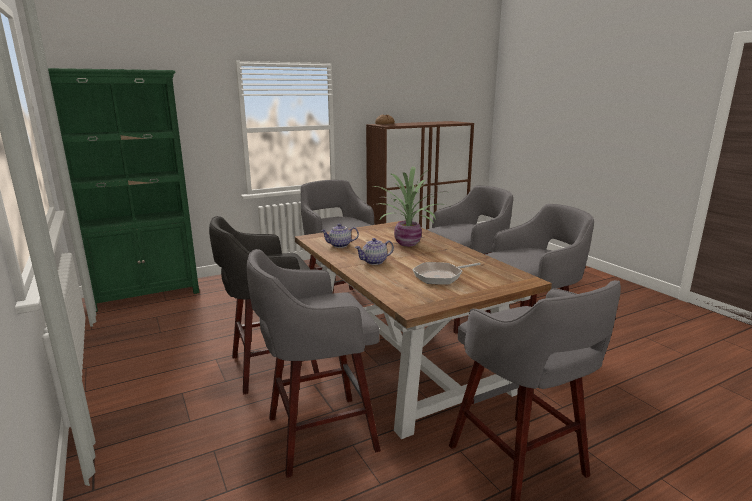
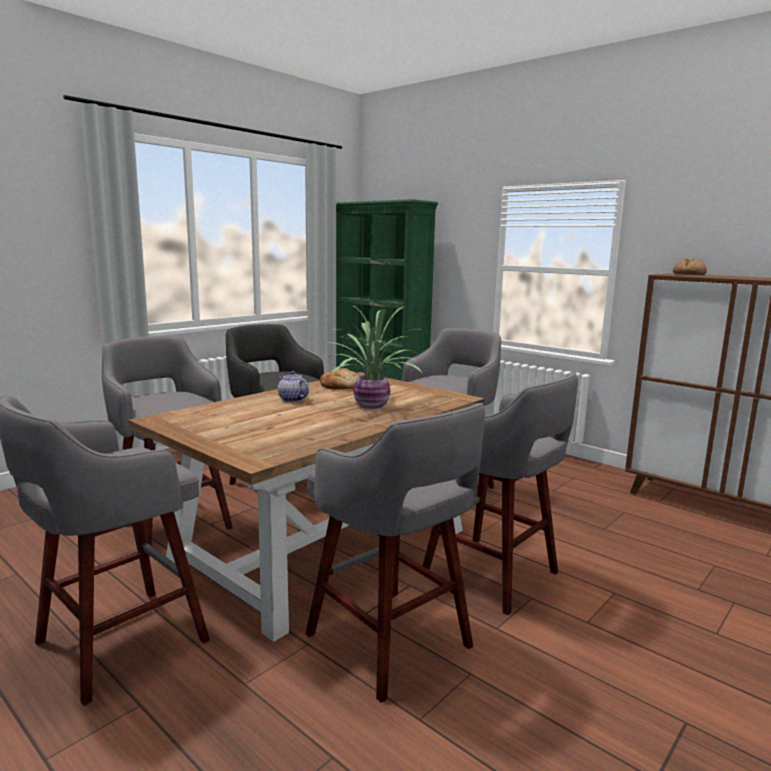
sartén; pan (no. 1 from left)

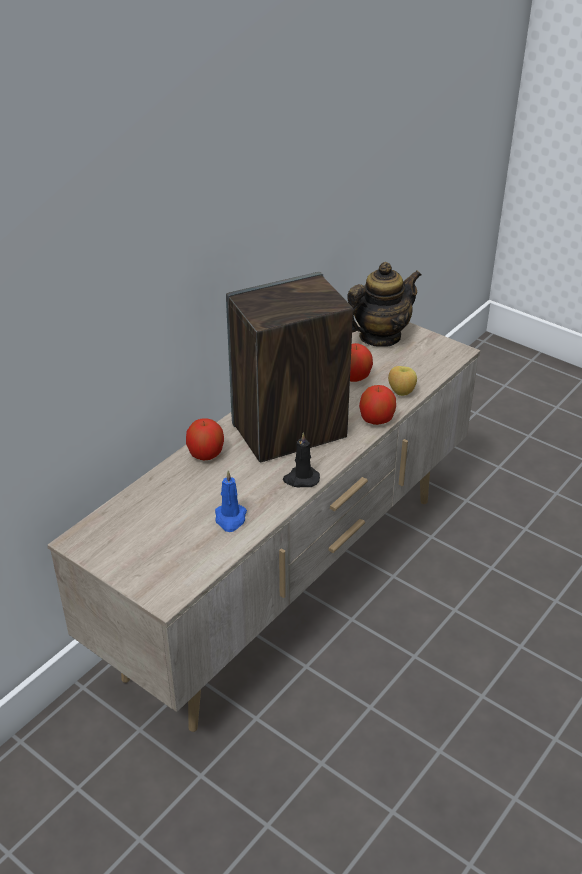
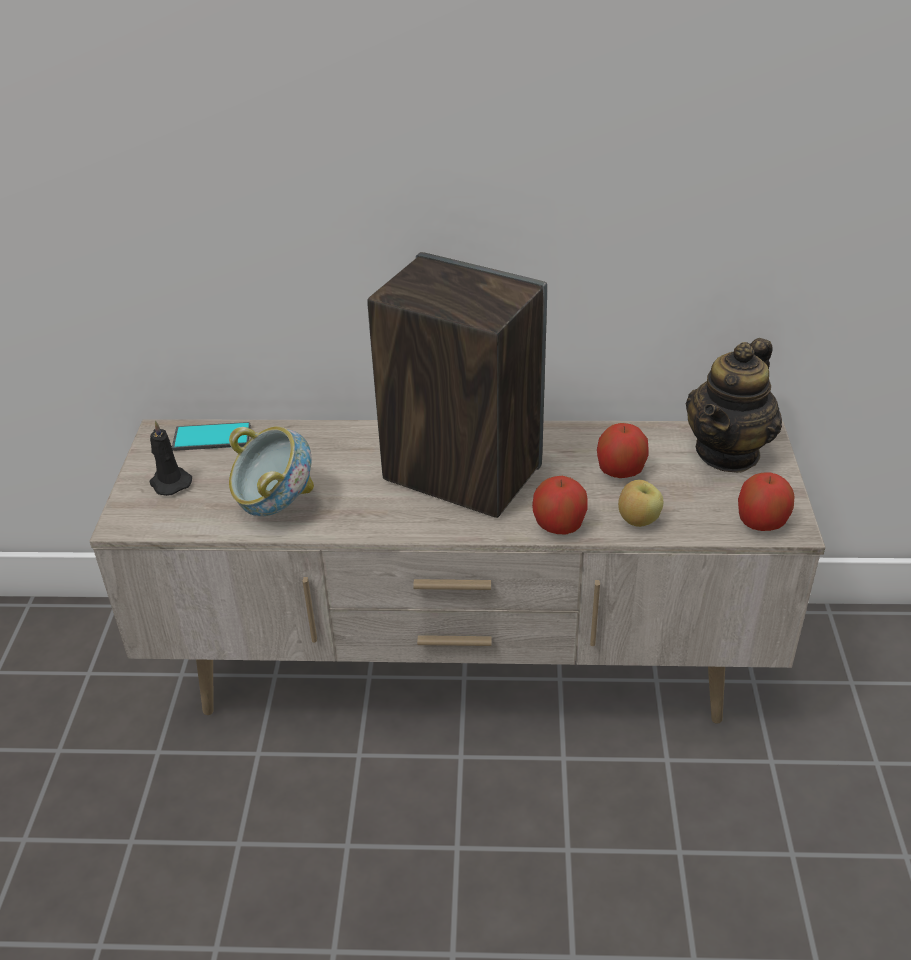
móvil; manzana (no. 4 from left); vela/negro; cuenco; tetera

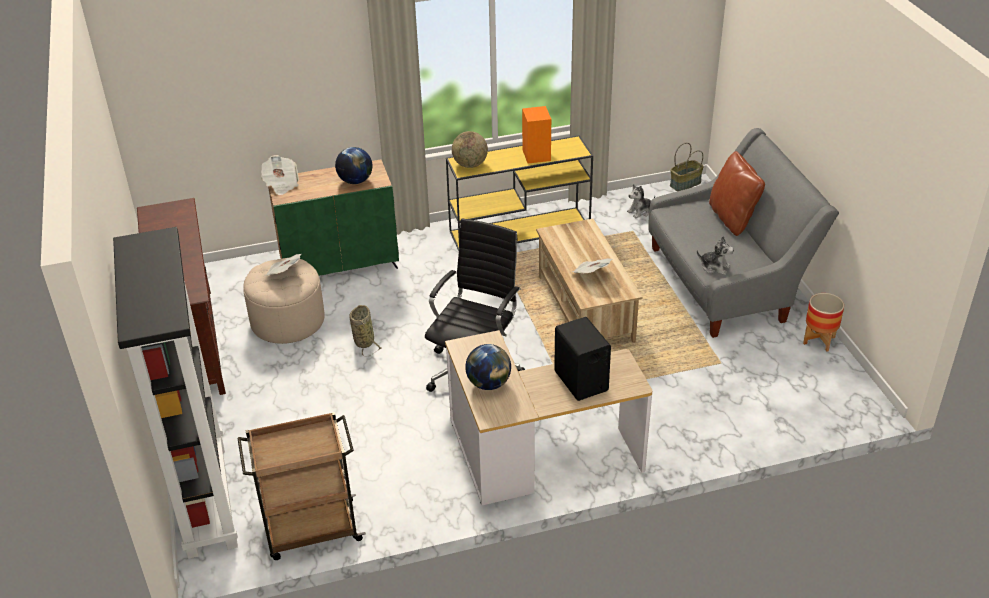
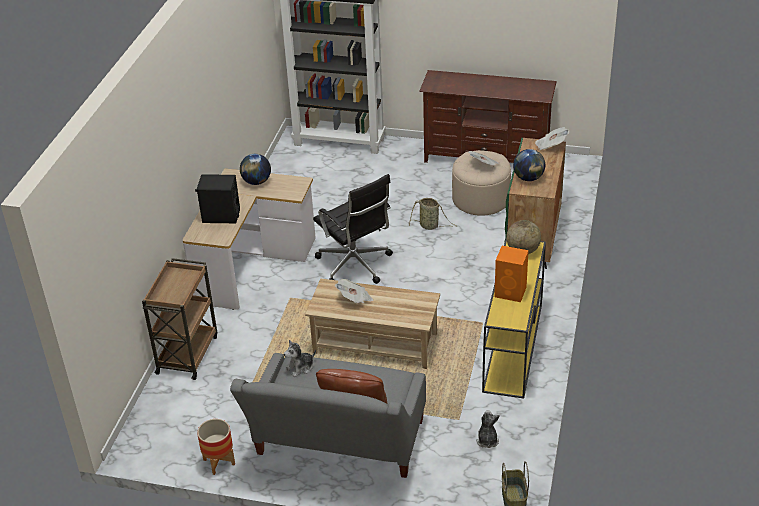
carrito/marrón

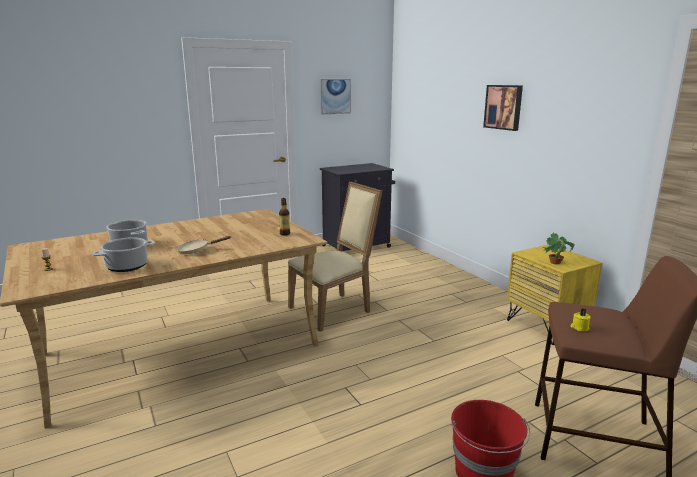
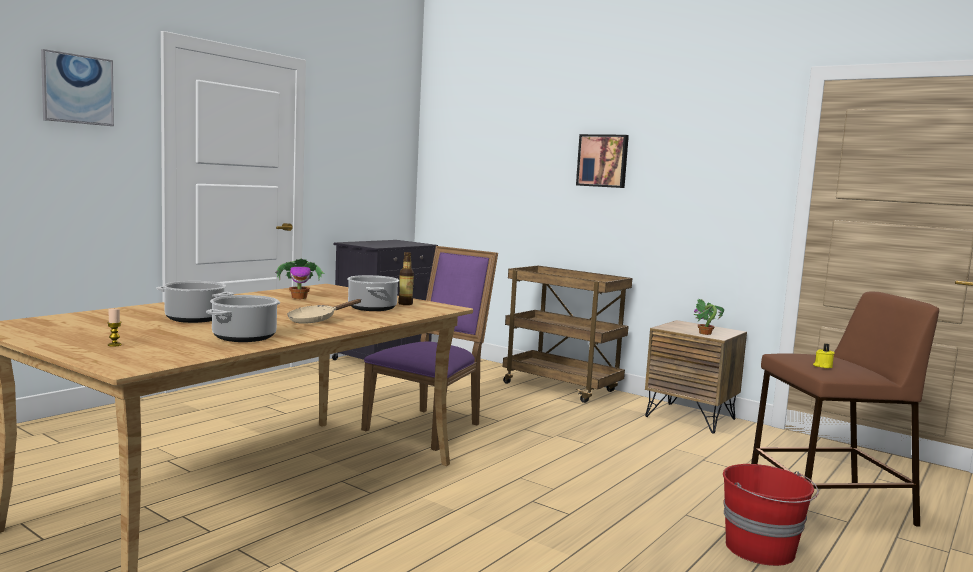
planta en maceta (no. 1 from left); olla (no. 3 from left); carrito/marrón; cuadro (no. 1 from left); silla/morado; mesita de noche/marrón

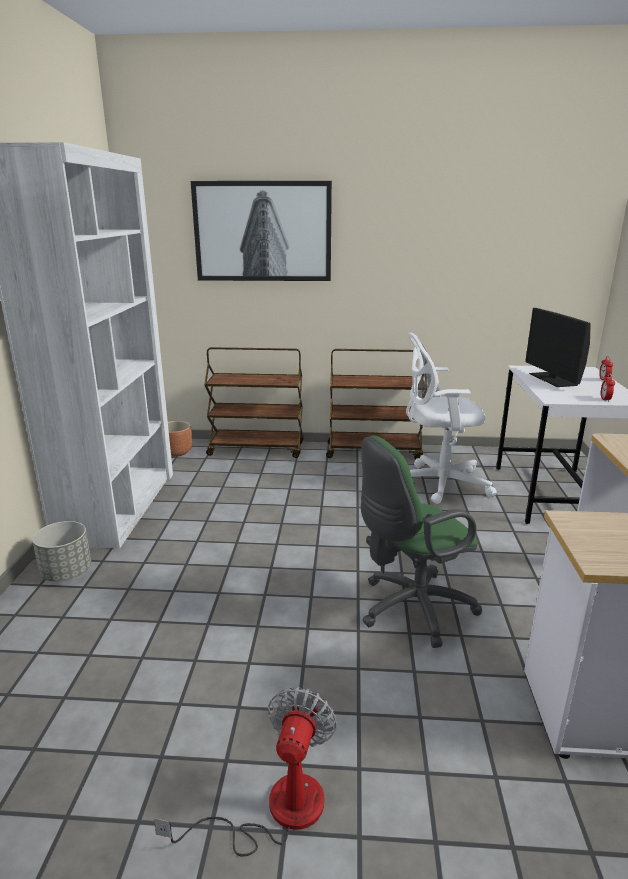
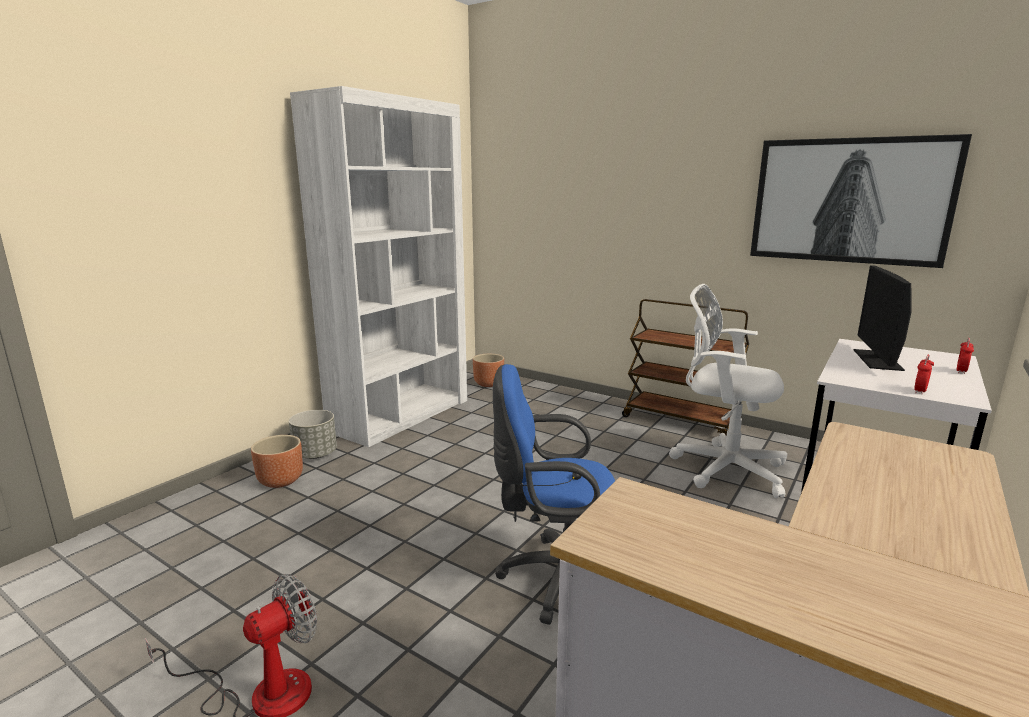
carrito/marrón (no. 1 from left in the first image); maceta/marrón (no. 1 from left); cuadro; silla de oficina/azul

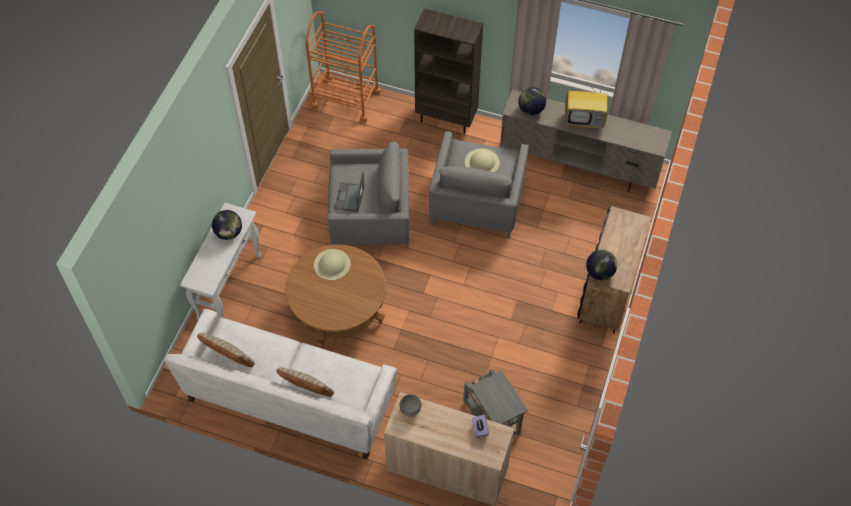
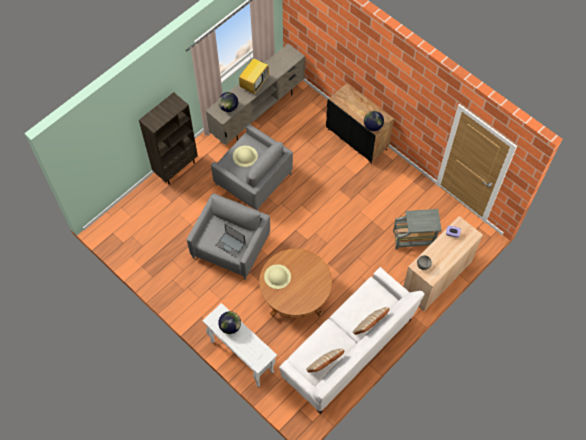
carrito/naranja

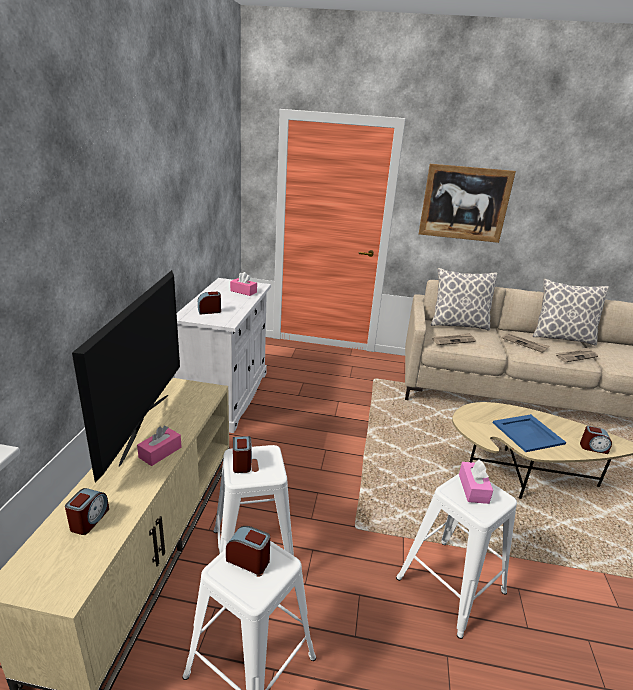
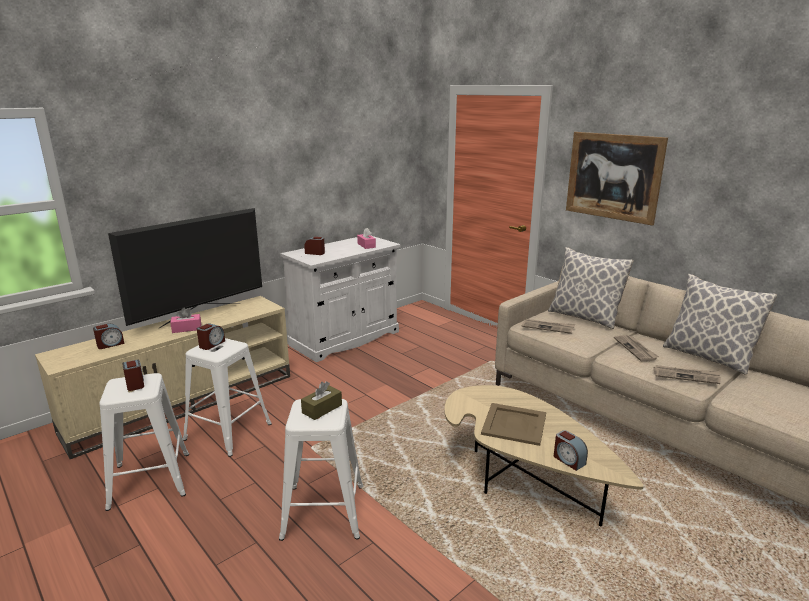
caja de pañuelos/marrón; bandeja/beis

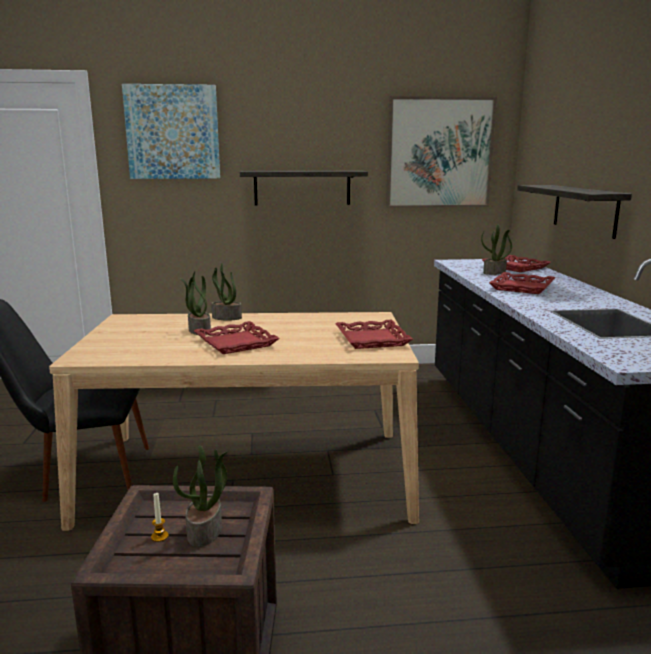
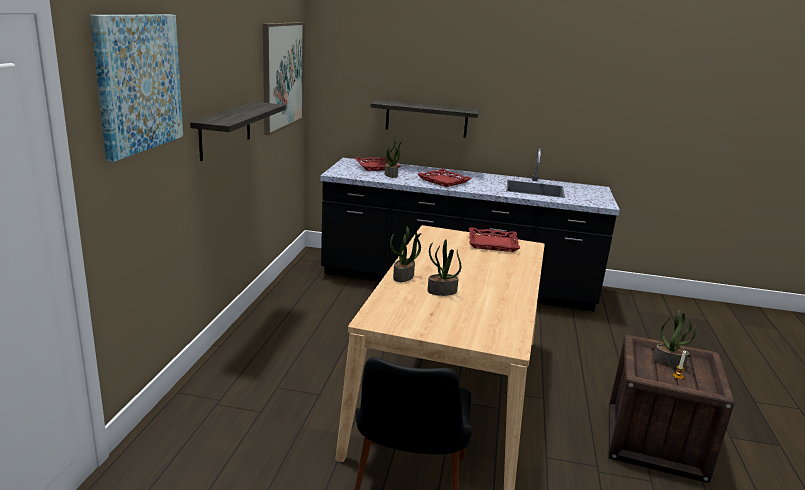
bandeja/rojo (no. 1 from left in the first image)

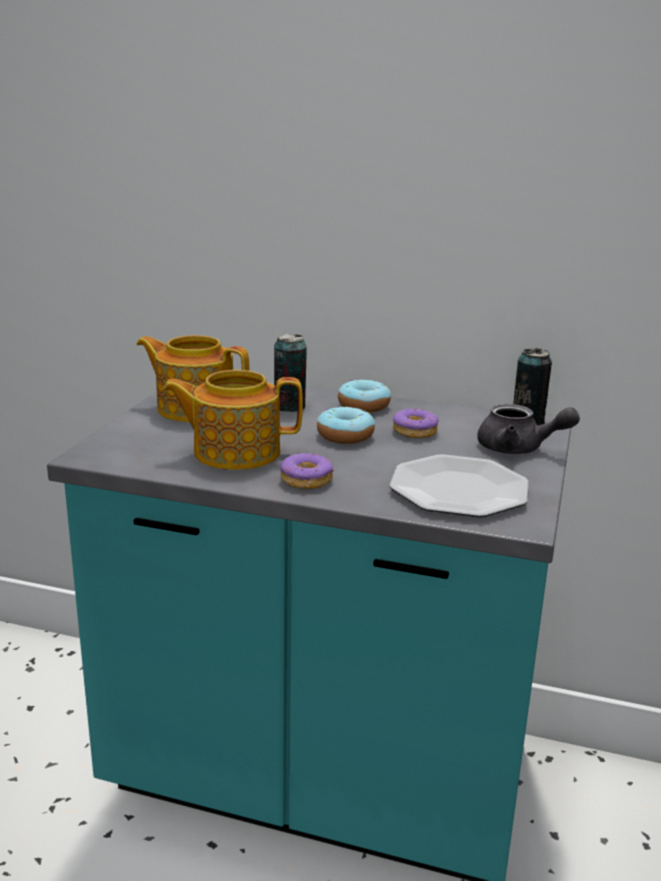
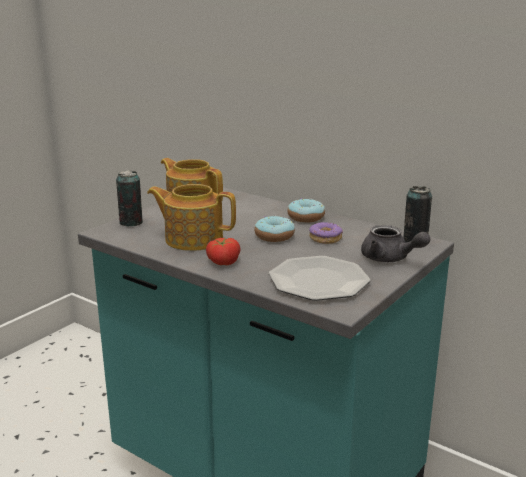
lata (no. 1 from left); tomate

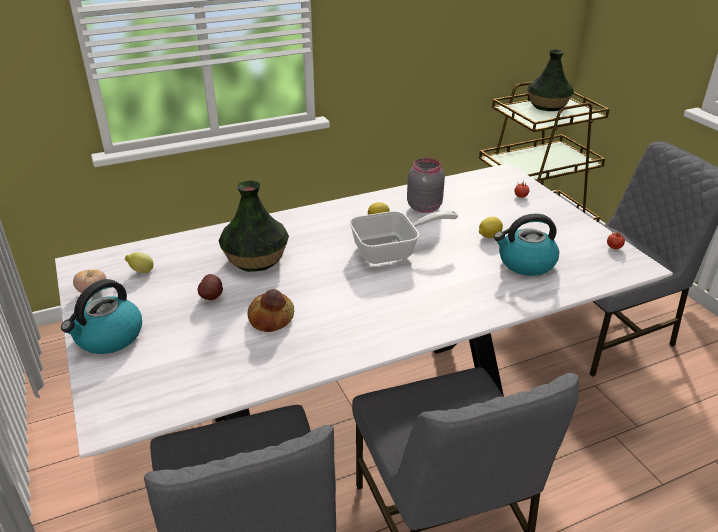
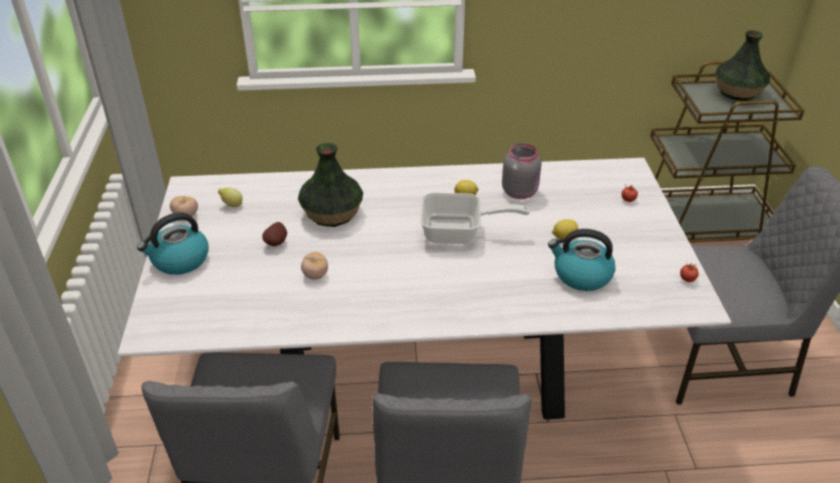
tomate (no. 2 from left)

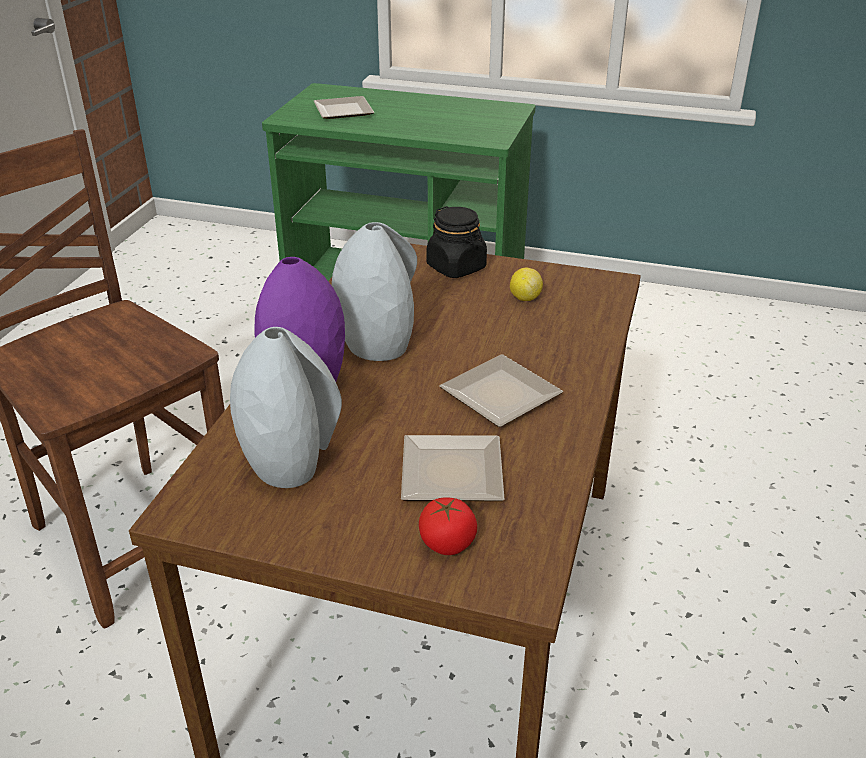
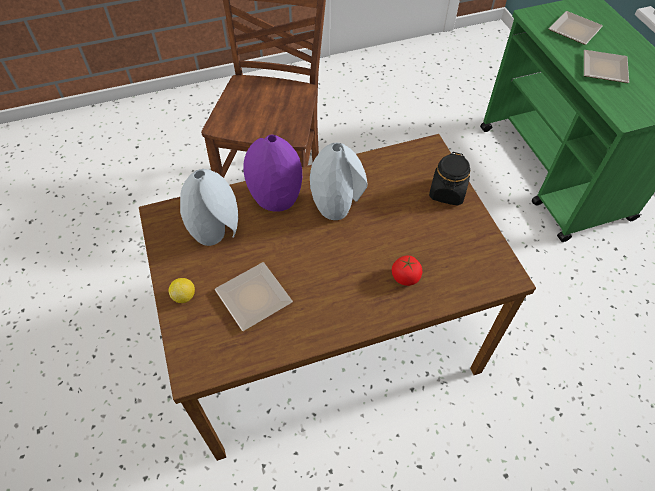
tomate; plato (no. 3 from left); limón

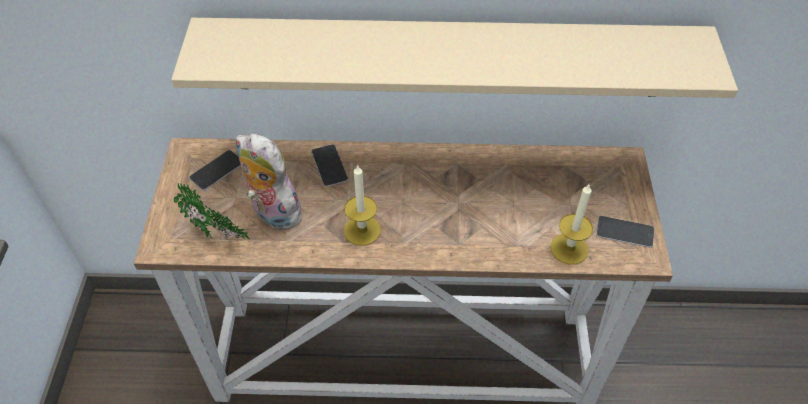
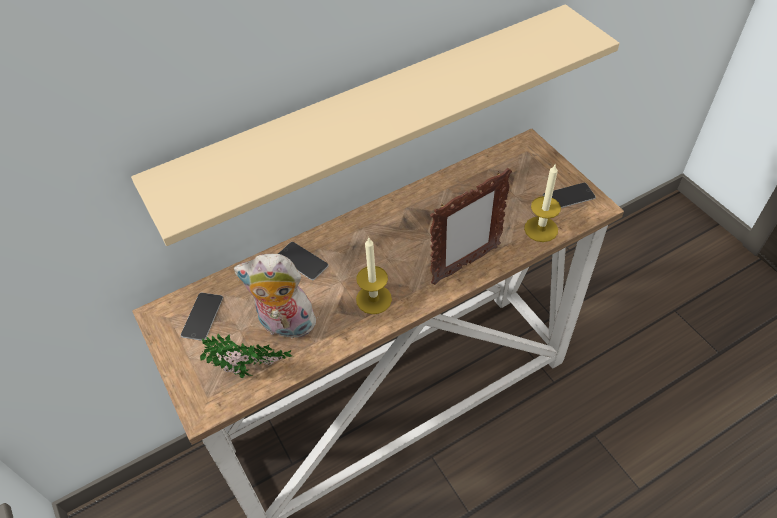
portarretratos

